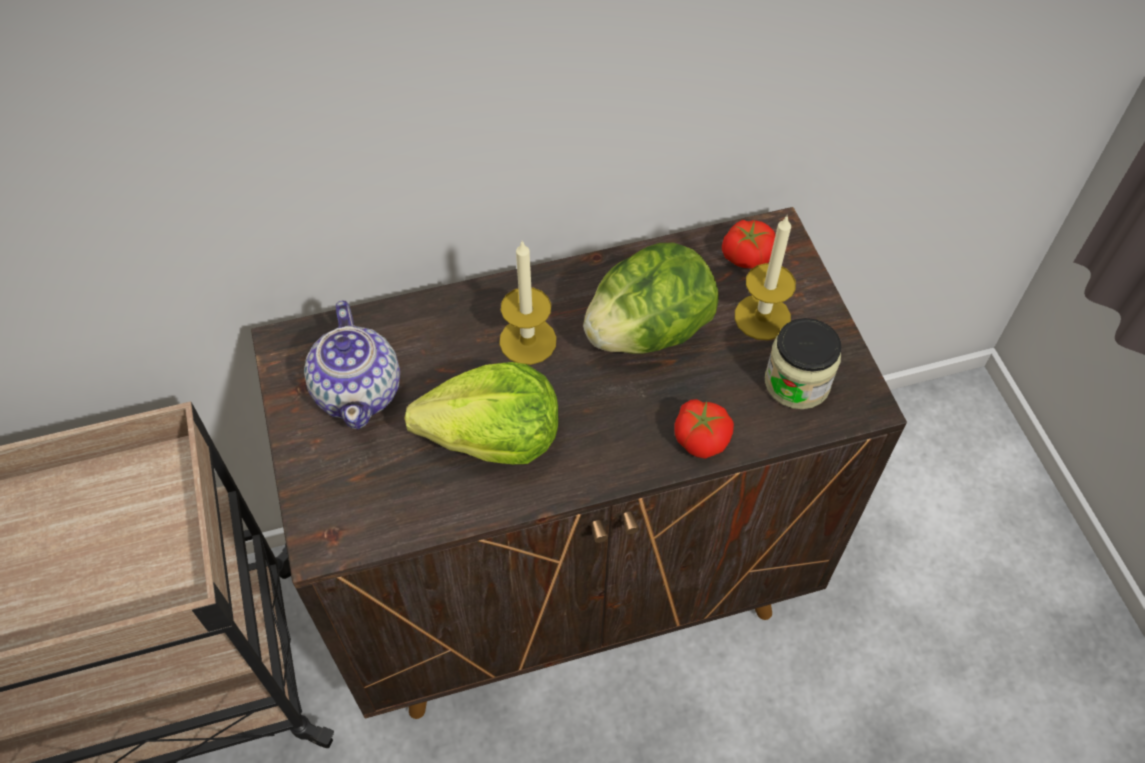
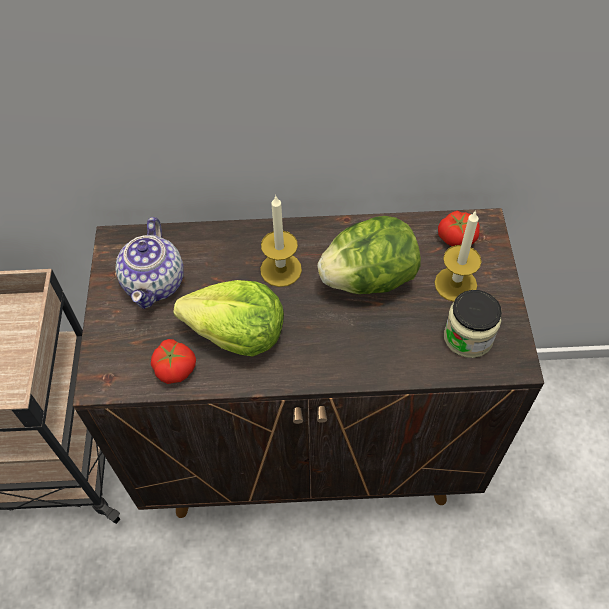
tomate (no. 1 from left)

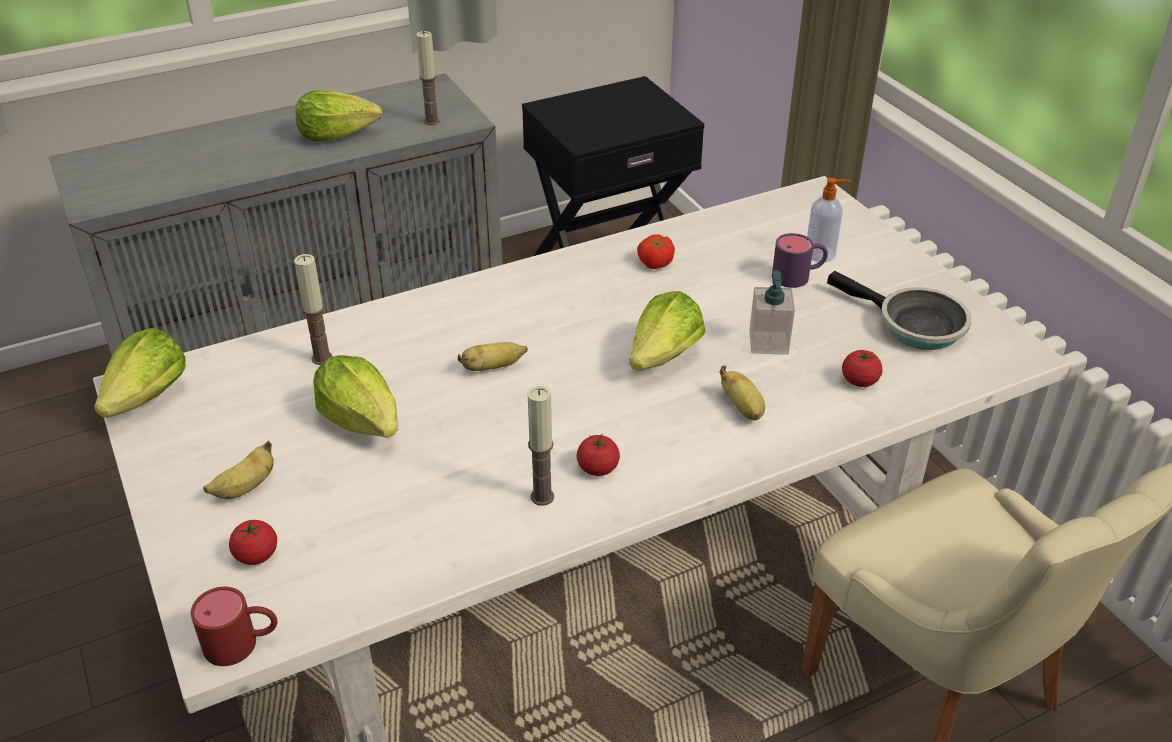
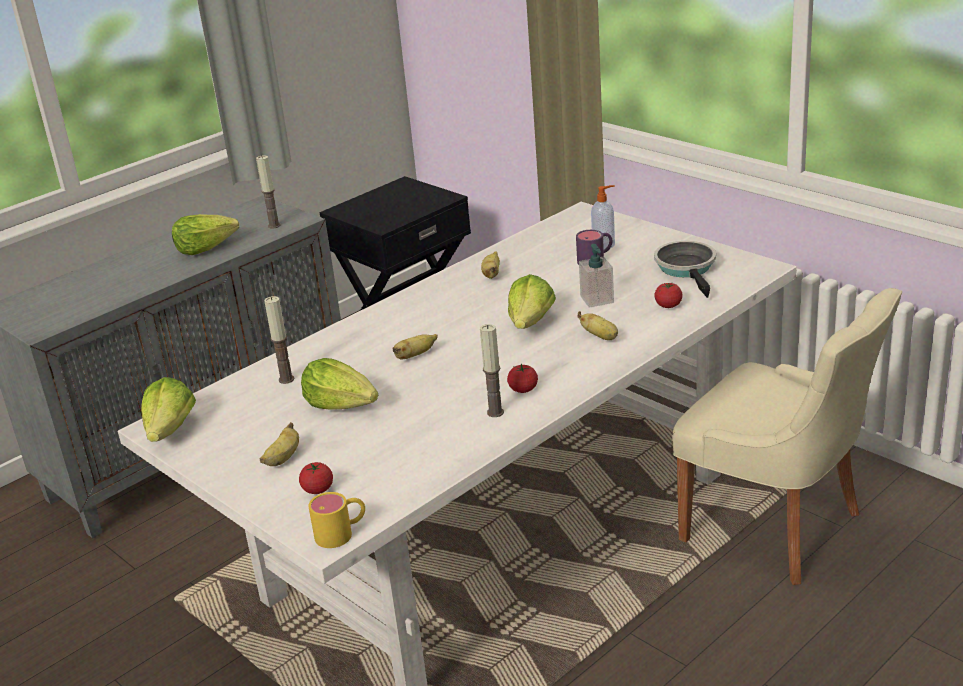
plátano (no. 3 from left); taza grande/amarillo; sartén

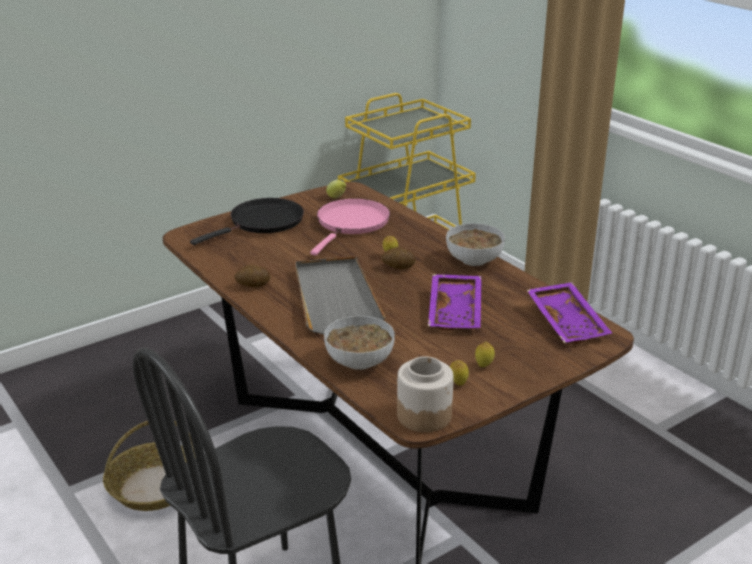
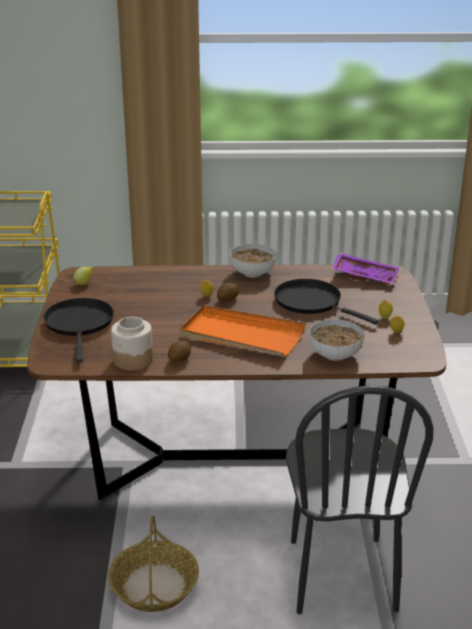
sartén/rosa; tarro; sartén/negro (no. 2 from left); bandeja/naranja

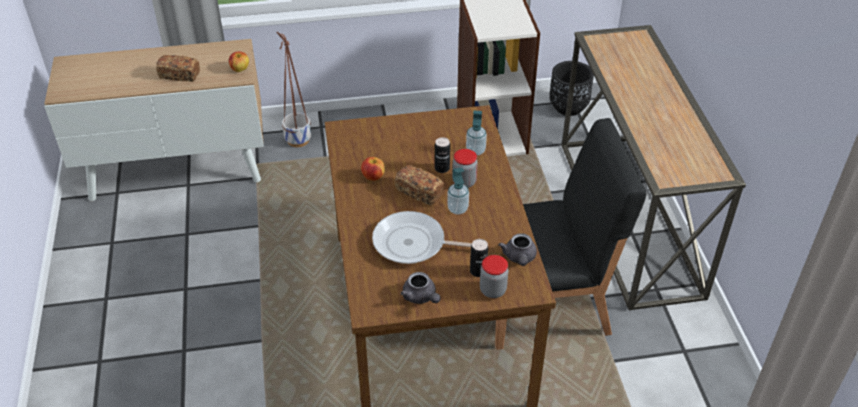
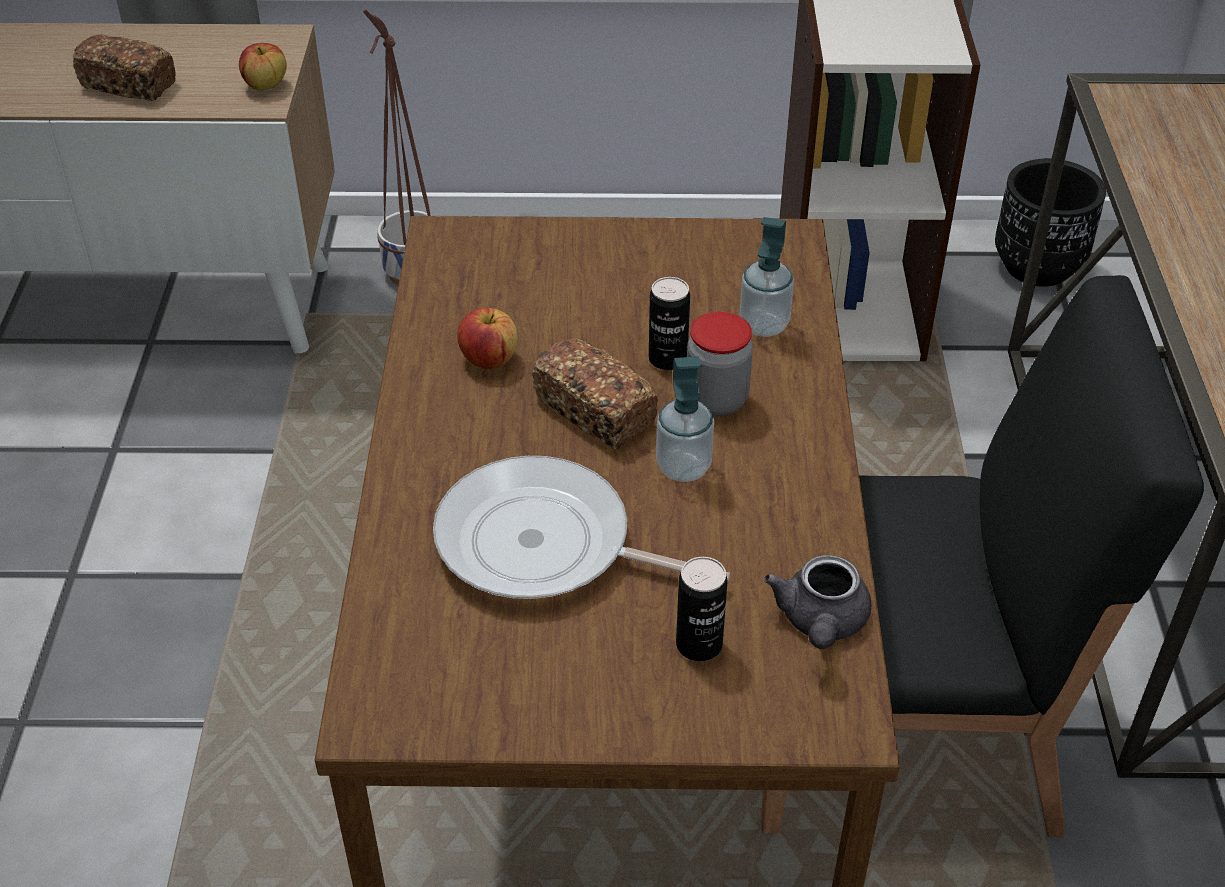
tetera/gris (no. 1 from left in the first image); tarro (no. 2 from left in the first image)

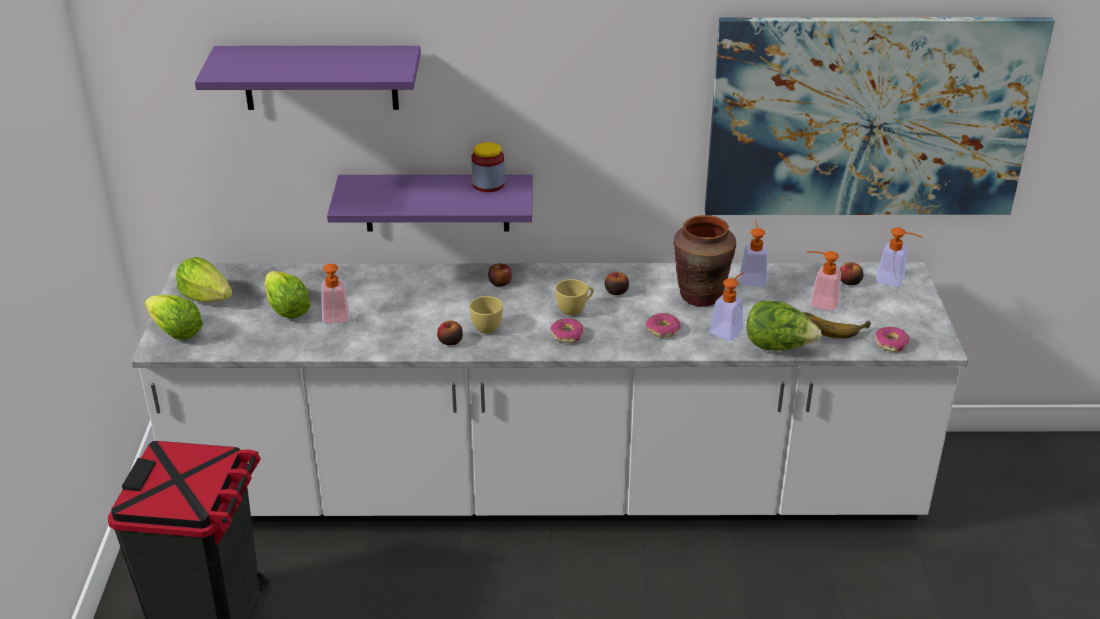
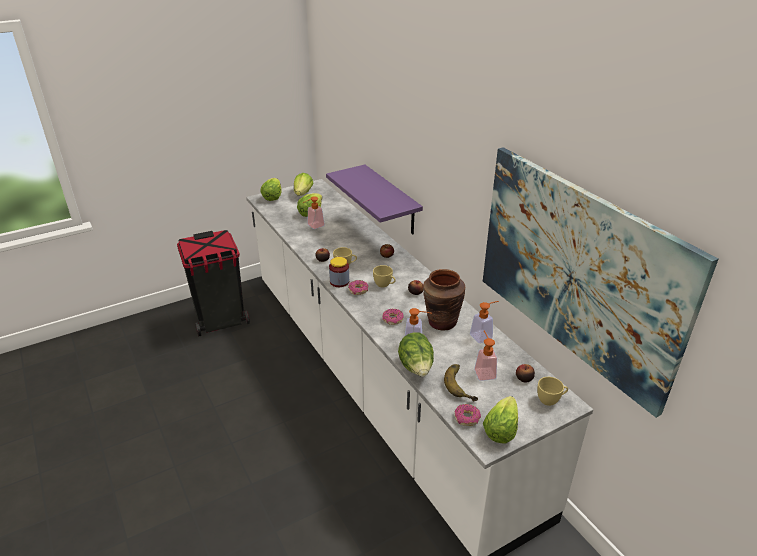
estante/morado (no. 1 from left in the first image); lechuga (no. 5 from left); tarro; taza/amarillo (no. 3 from left)

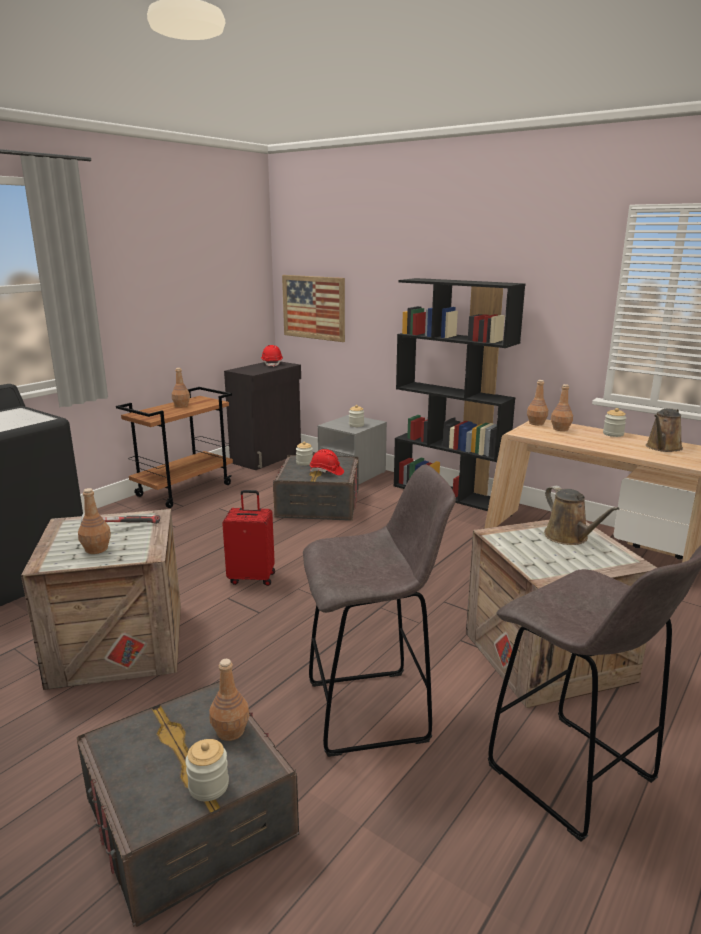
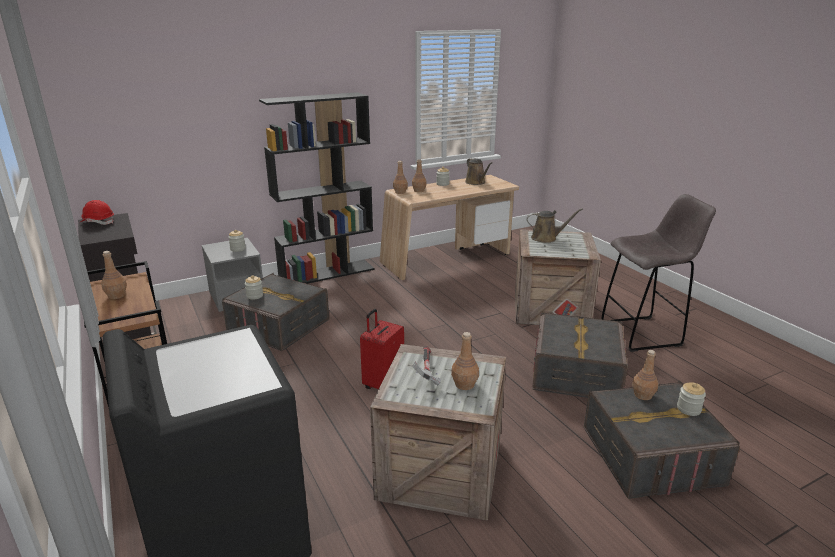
cuadro; casco/rojo (no. 2 from left in the first image); caja de almacenaje/gris (no. 2 from left)

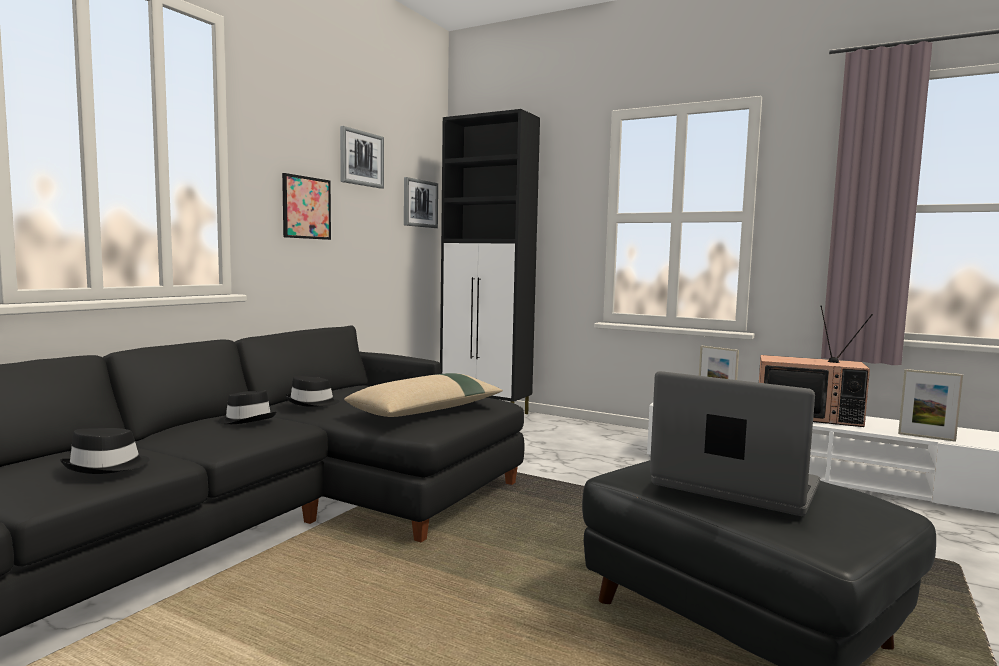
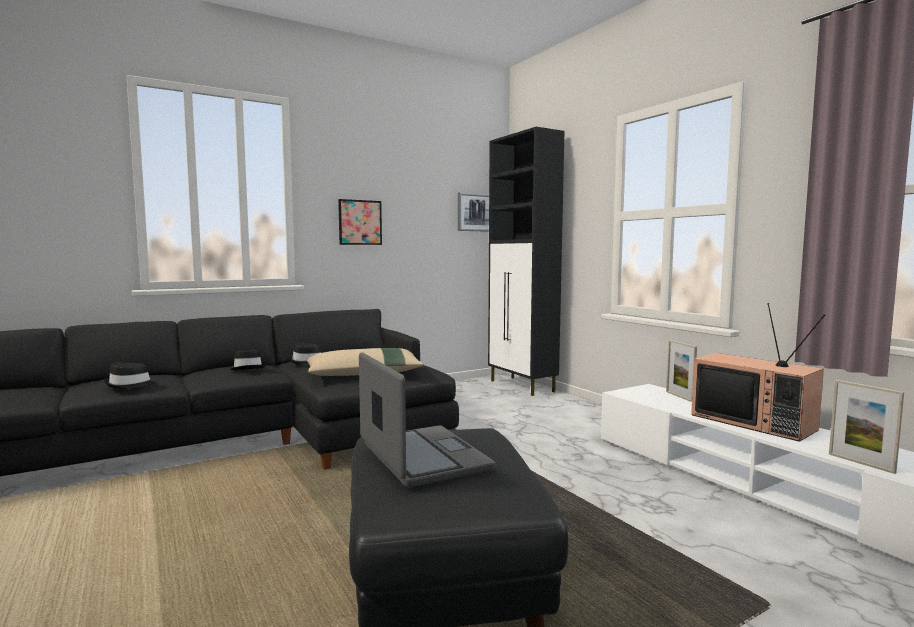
cuadro (no. 2 from left in the first image)

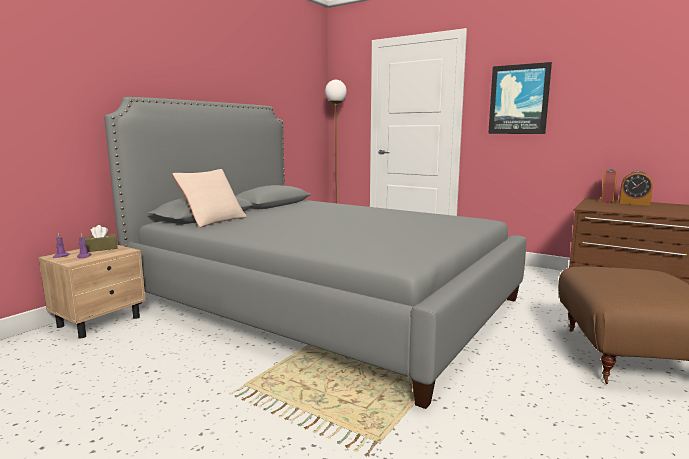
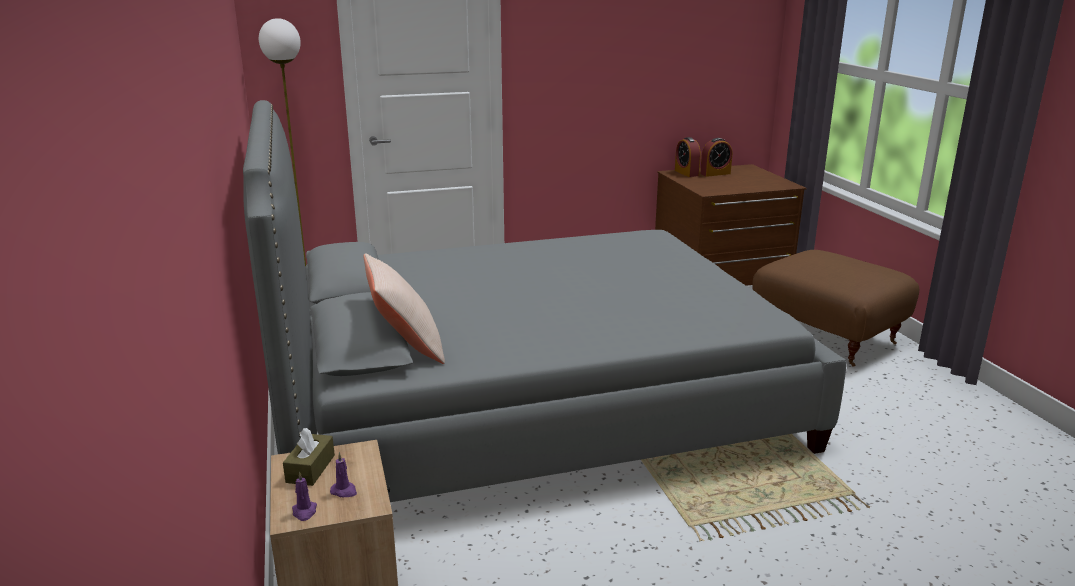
cuadro

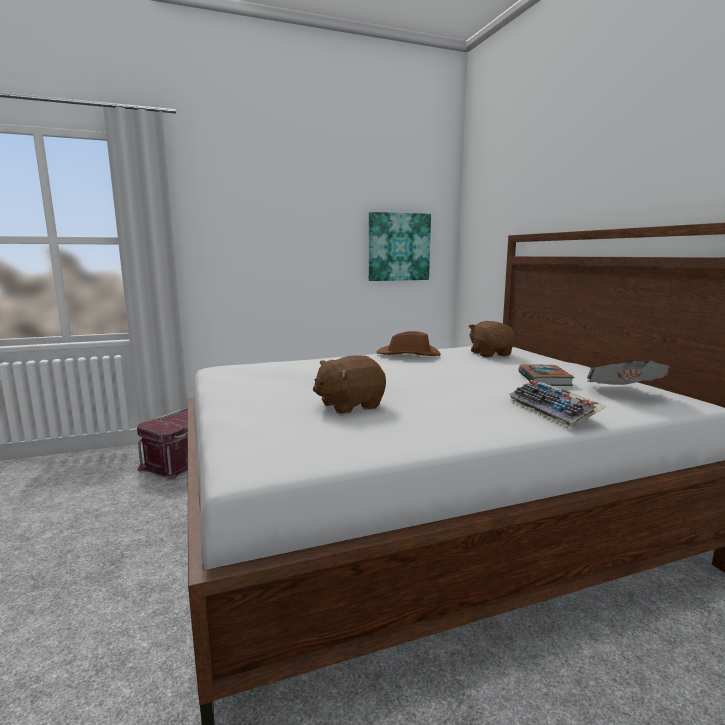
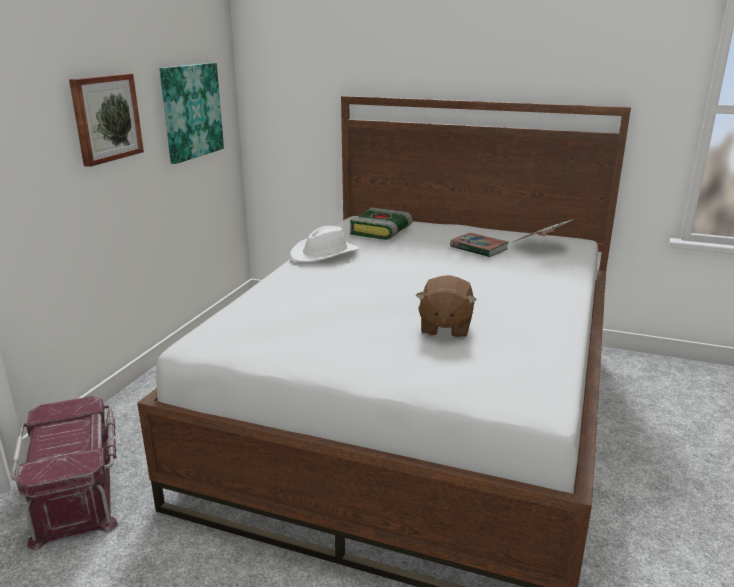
teclado; cuadro (no. 1 from left); libro (no. 1 from left); sombrero/blanco

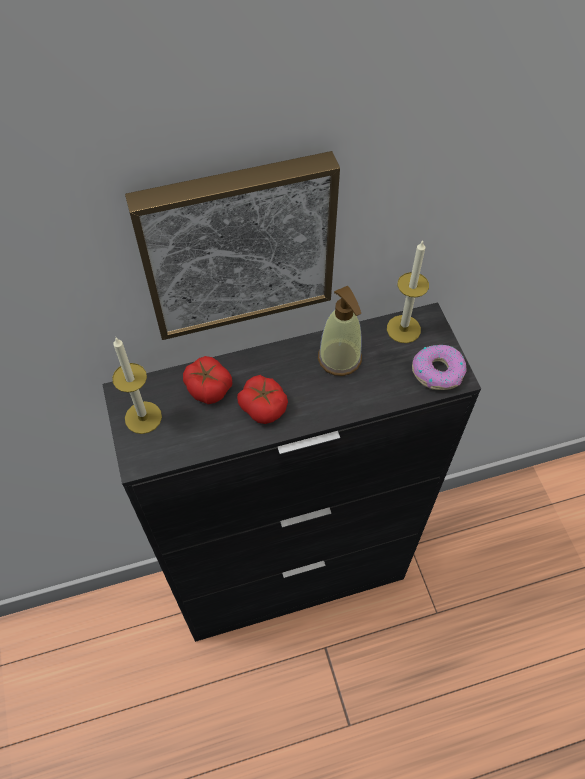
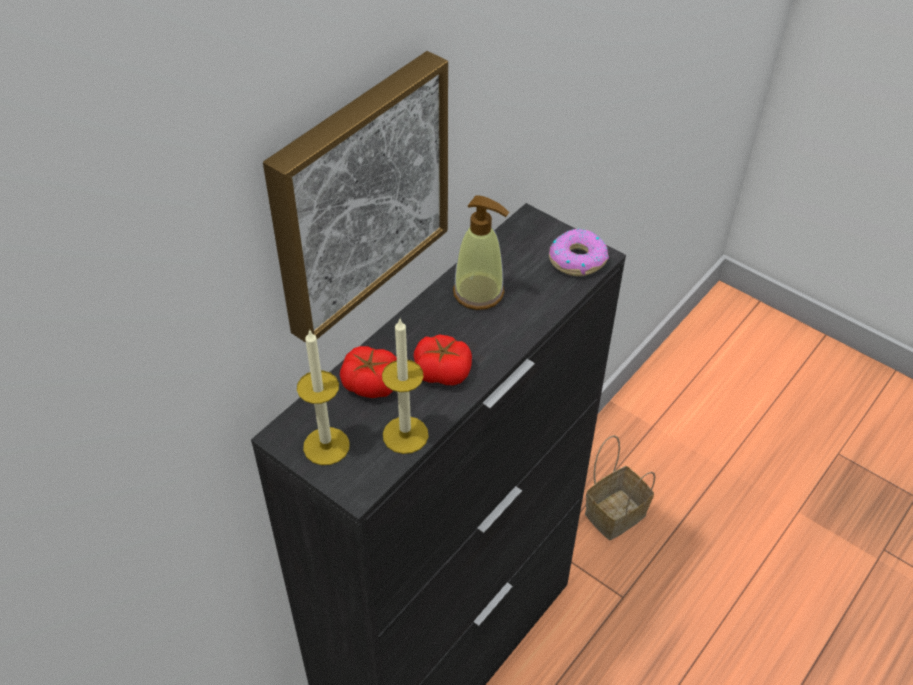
cesta; vela (no. 2 from left)

